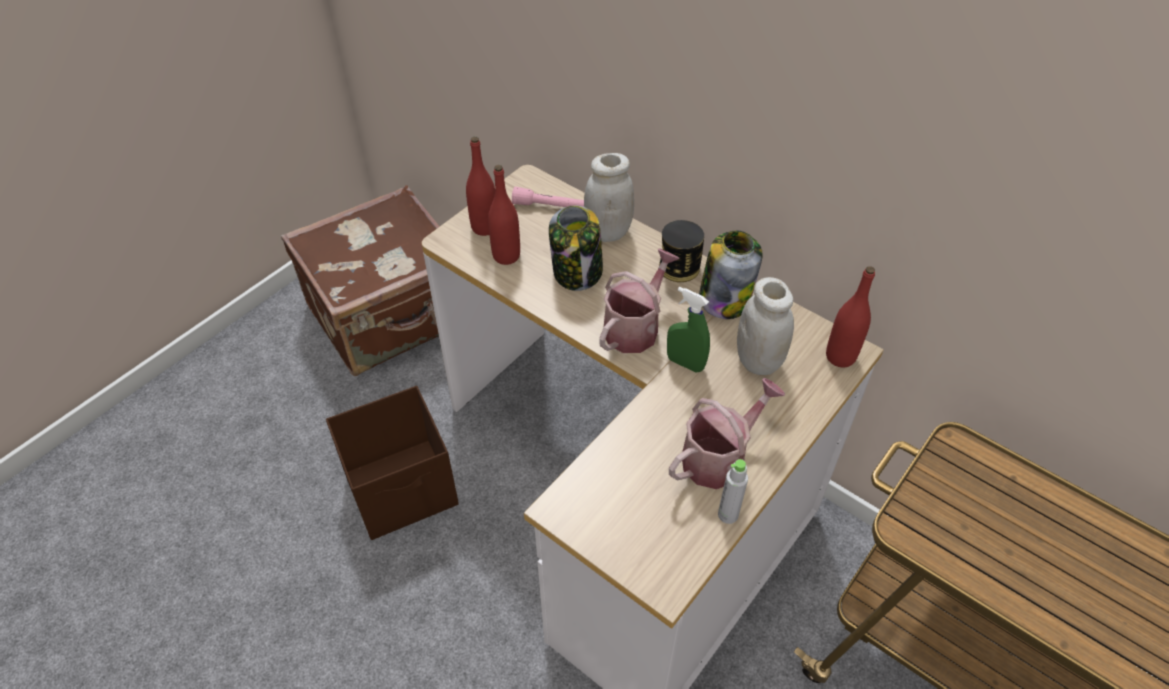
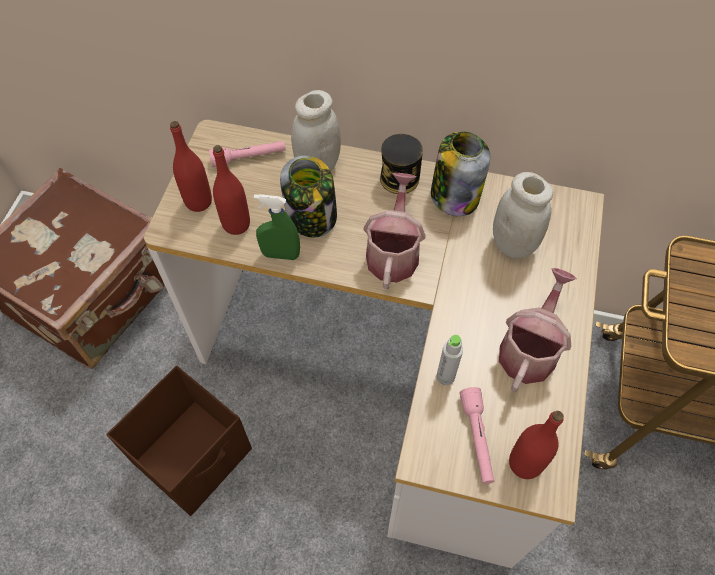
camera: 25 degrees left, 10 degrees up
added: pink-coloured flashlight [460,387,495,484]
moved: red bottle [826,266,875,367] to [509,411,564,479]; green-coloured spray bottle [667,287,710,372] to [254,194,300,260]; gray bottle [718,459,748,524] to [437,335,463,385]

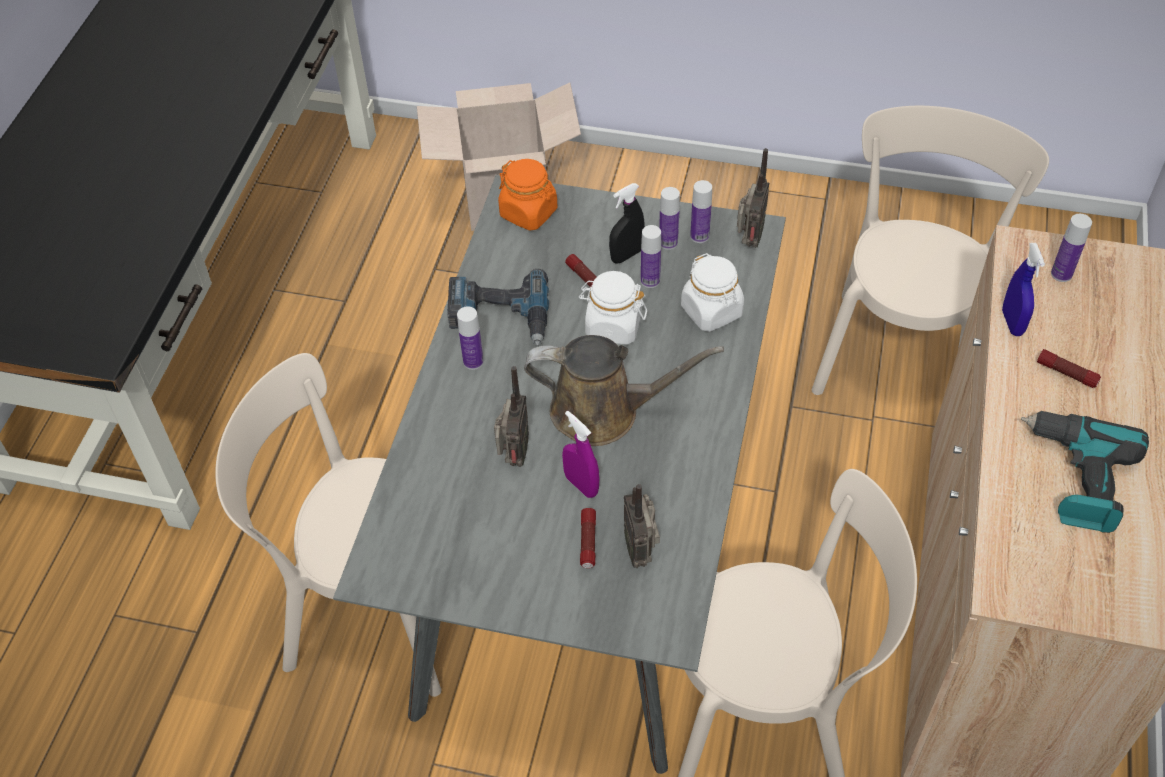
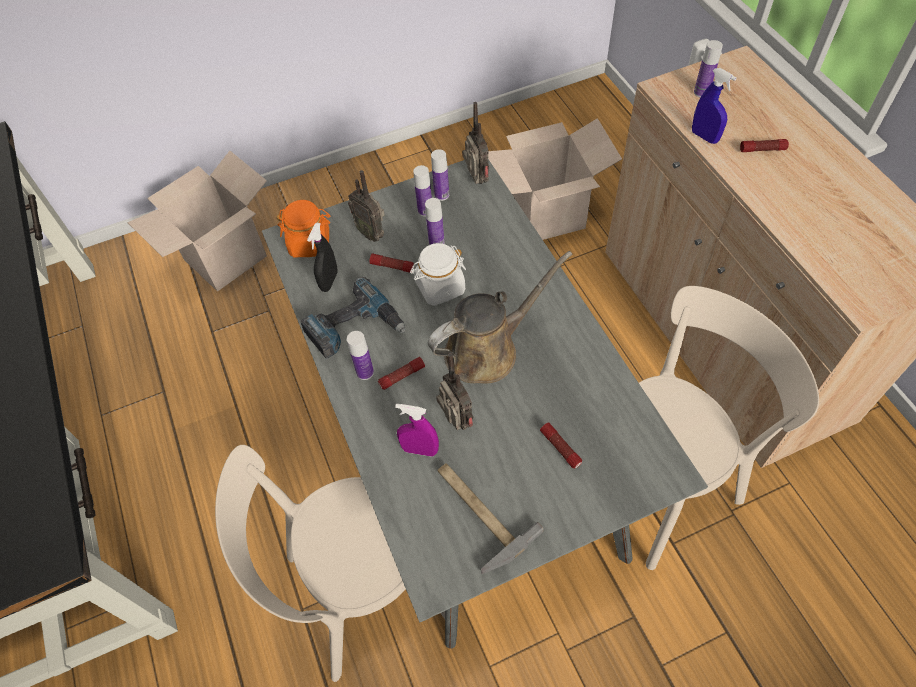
camera: 35 degrees left, 5 degrees up
removed: white storage jar [681,253,744,332]; drill [1021,411,1149,533]
added: flashlight [378,357,425,390]; hammer [437,463,544,574]
moved: black spray bottle [609,183,645,264] to [307,222,338,292]; purple spray bottle [562,411,599,498] to [395,404,439,457]; radio receiver [624,484,660,568] to [348,170,385,242]
replaced: beige-coloured upright chair [812,106,1049,395] to cardboard box [488,118,622,240]

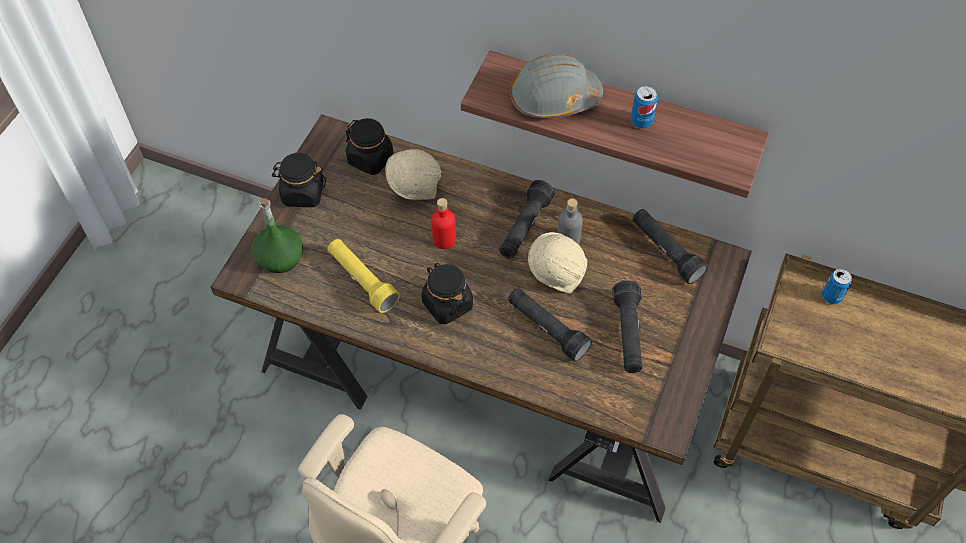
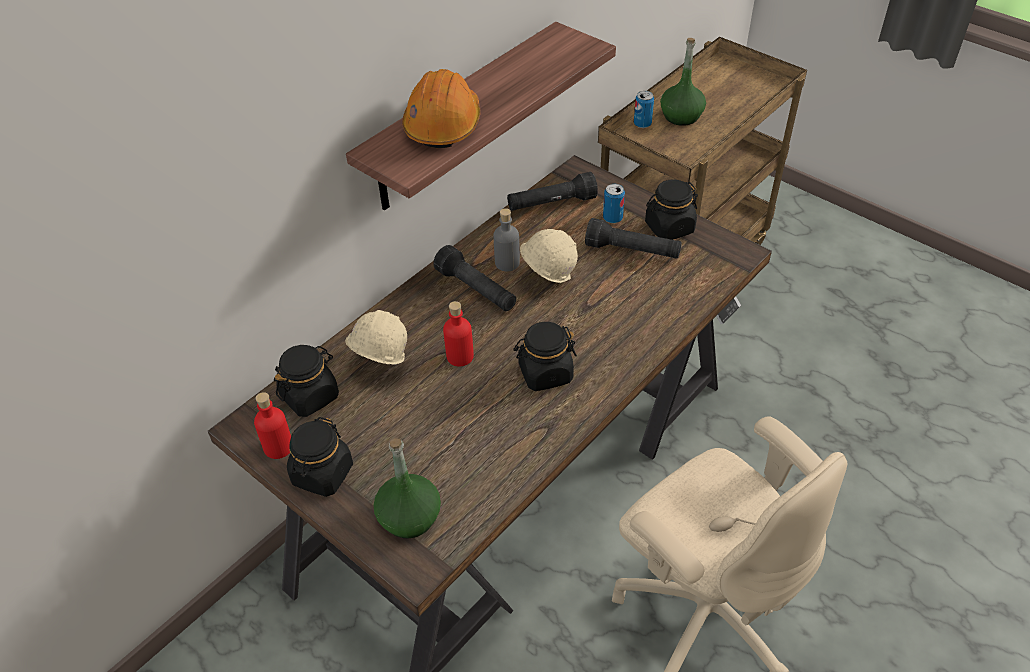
camera: 70 degrees left, 10 degrees down
removed: yellow flashlight [328,239,400,313]; black flashlight [508,288,592,362]
added: green-coloured bottle [660,38,706,126]; black storage jar [645,179,698,240]; red bottle [254,392,291,459]
moved: sealed can [631,86,658,129] to [603,184,625,223]
recoloured: gray hard hat [510,53,603,118] to orange hard hat [402,69,481,148]

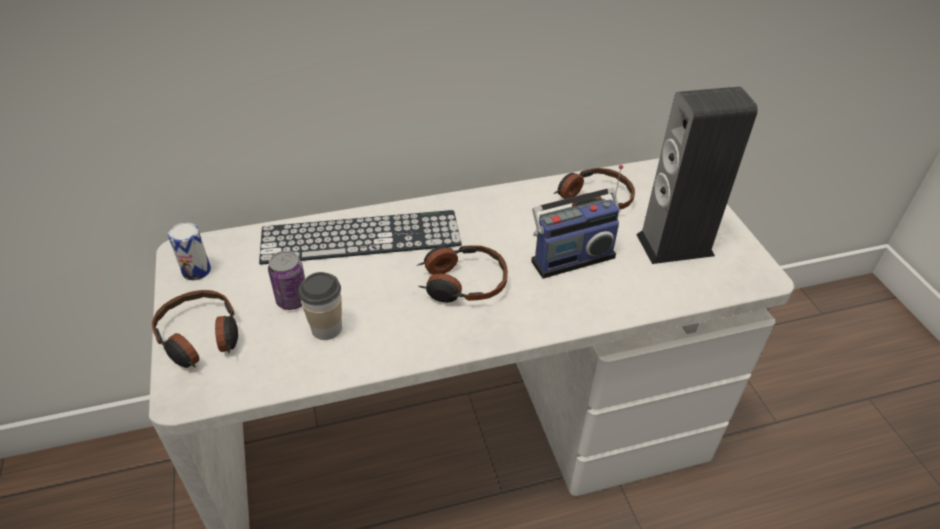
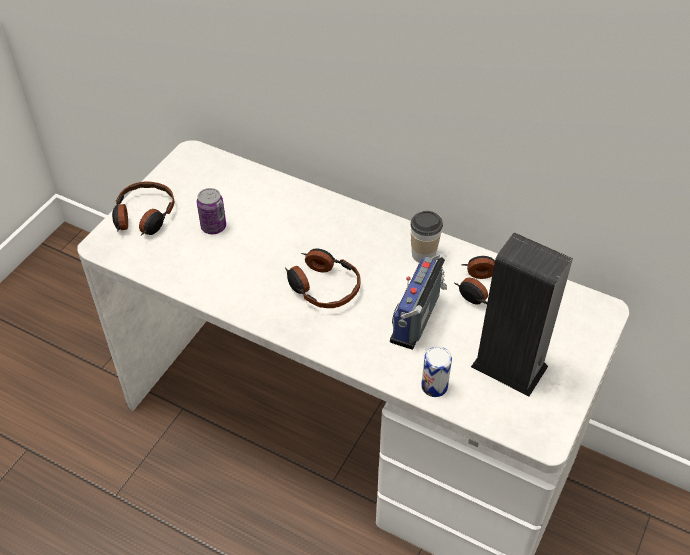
camera: 45 degrees right, 5 degrees up
removed: computer keyboard [259,210,462,265]
moved: sealed can [168,223,211,280] to [421,346,452,397]; small cup [298,272,342,340] to [410,211,443,263]
turned: radio receiver [531,165,623,278] = [390,253,447,350] 90 degrees clockwise

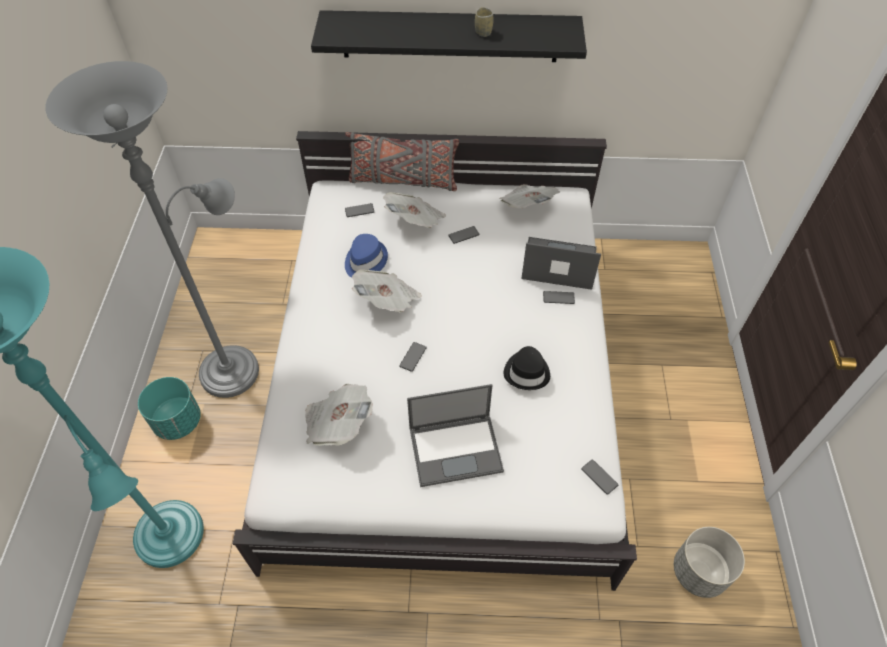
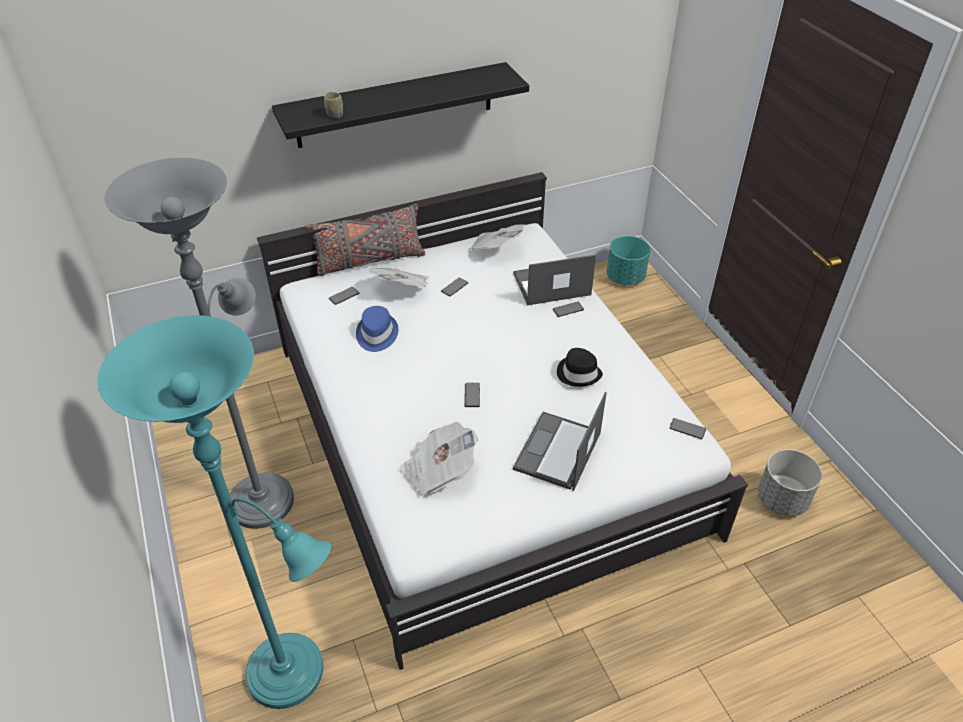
camera: 25 degrees left, 10 degrees down
removed: printed paper [352,269,422,312]
moved: small cup [475,7,493,37] to [324,92,343,119]; blue-green planter [138,377,201,440] to [607,236,650,285]
turned: notebook computer [407,384,504,487] = [513,392,607,491] 150 degrees clockwise

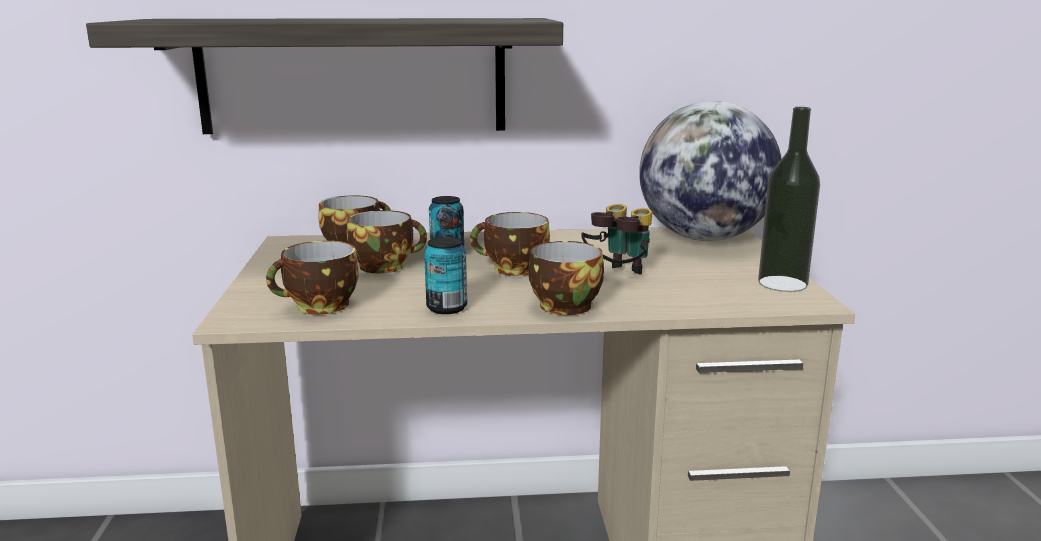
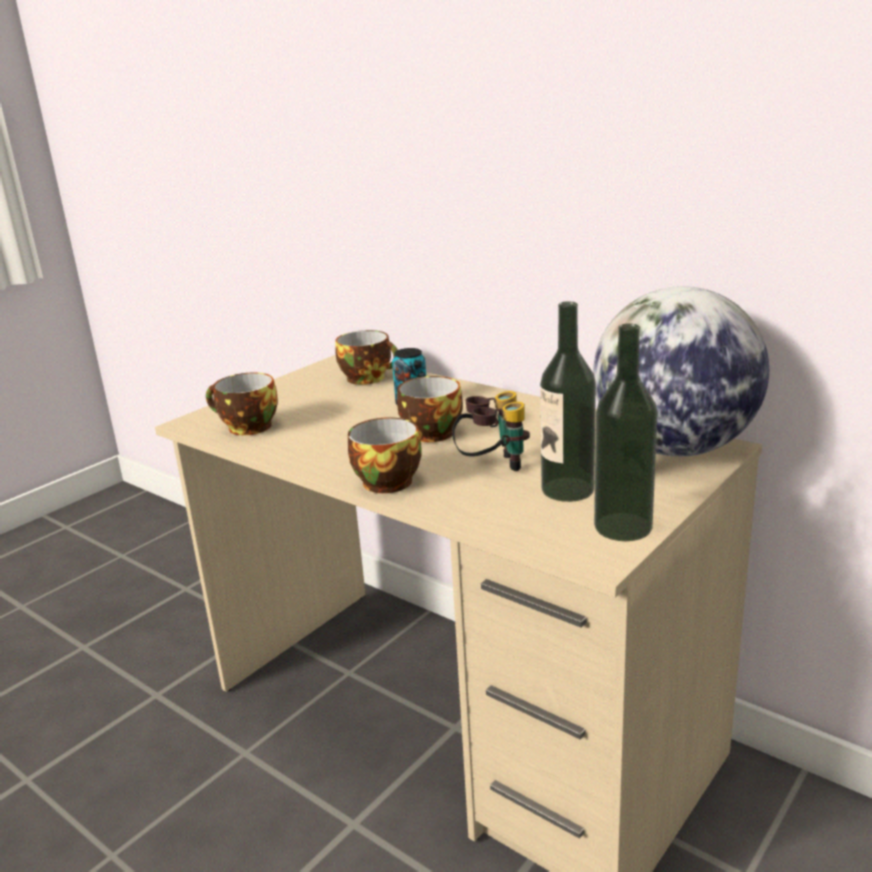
camera: 45 degrees right, 5 degrees up
removed: wall shelf [86,18,563,134]; small cup [347,210,427,273]; sealed can [424,237,467,314]
added: bottle [540,301,596,502]

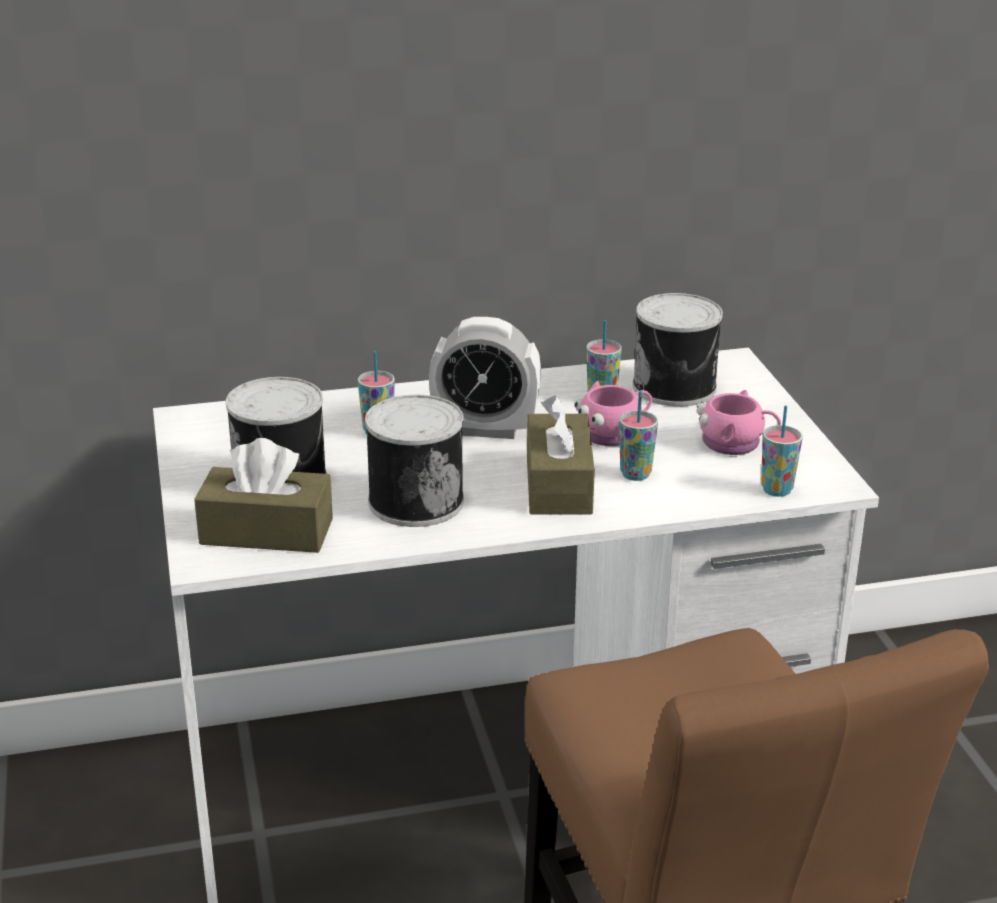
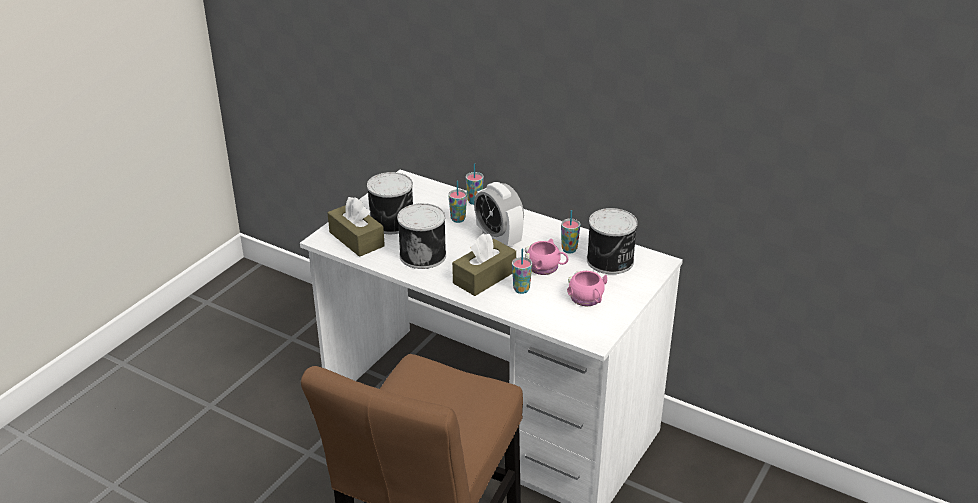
camera: 45 degrees right, 5 degrees up
moved: small cup [761,405,803,497] to [466,163,484,205]

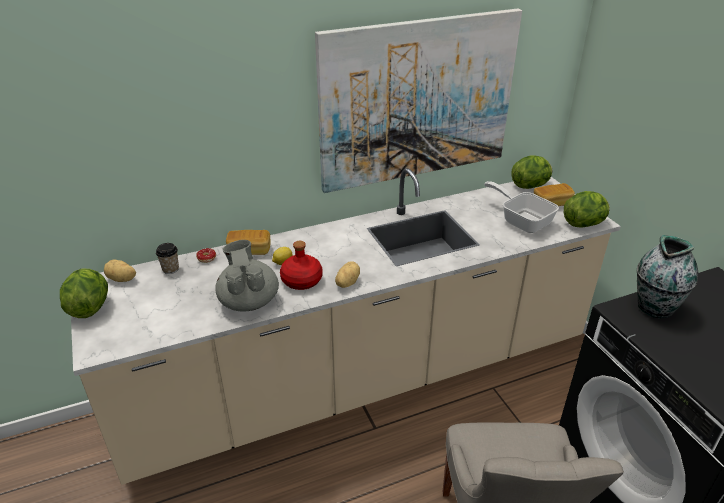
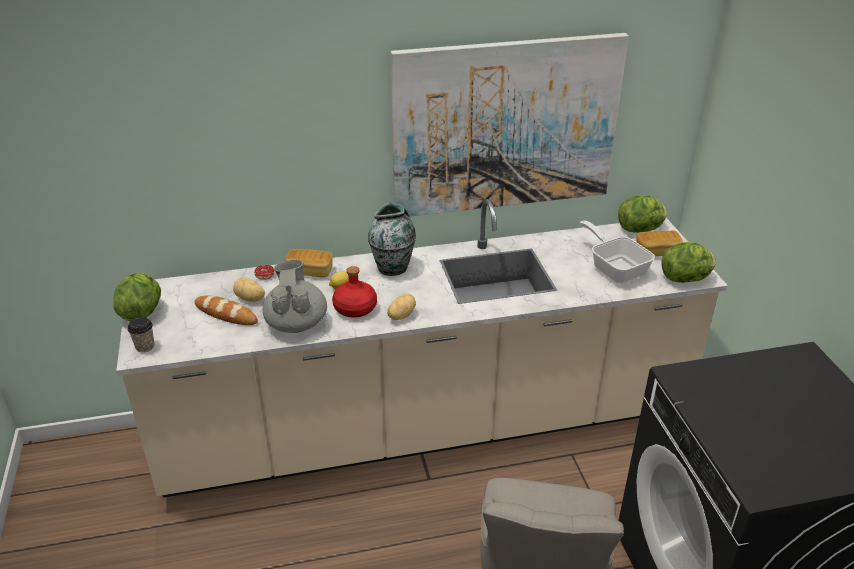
camera: 10 degrees right, 0 degrees up
added: bakery bread [195,295,258,325]
moved: vase [637,235,698,318] to [368,202,416,276]; small cup [156,243,179,274] to [128,317,154,352]; spud [104,260,136,282] to [233,277,265,301]

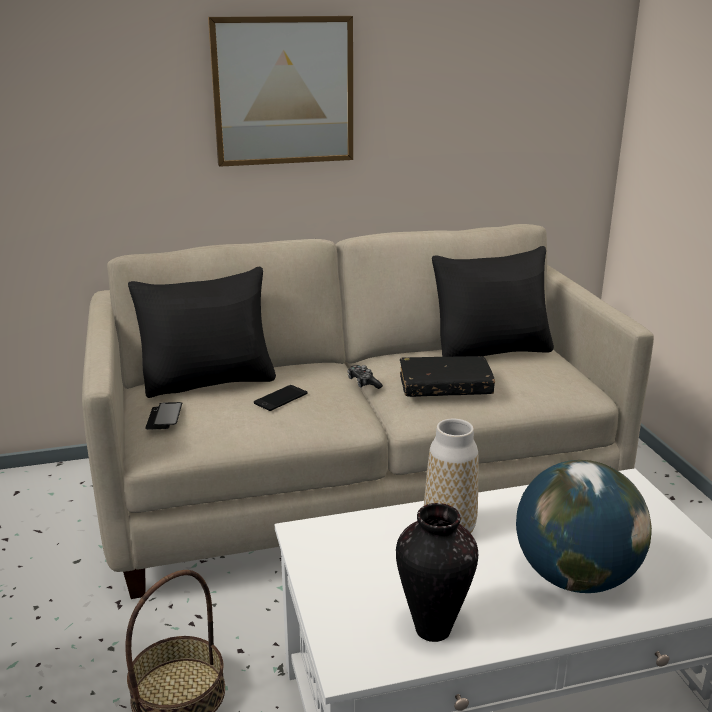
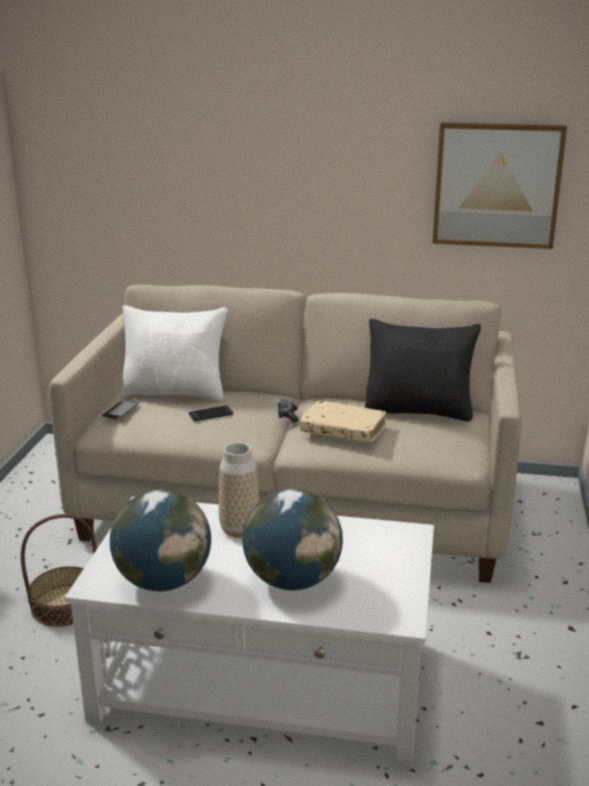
camera: 25 degrees right, 0 degrees up
moved: wall picture [208,16,353,167] to [432,122,567,249]
replaced: vase [396,503,478,642] to globe [110,490,211,591]
recoloured: black pillow [128,267,276,398] to white pillow [122,305,228,401]; black bound book [400,356,495,397] to beige-coloured bound book [300,400,386,443]

